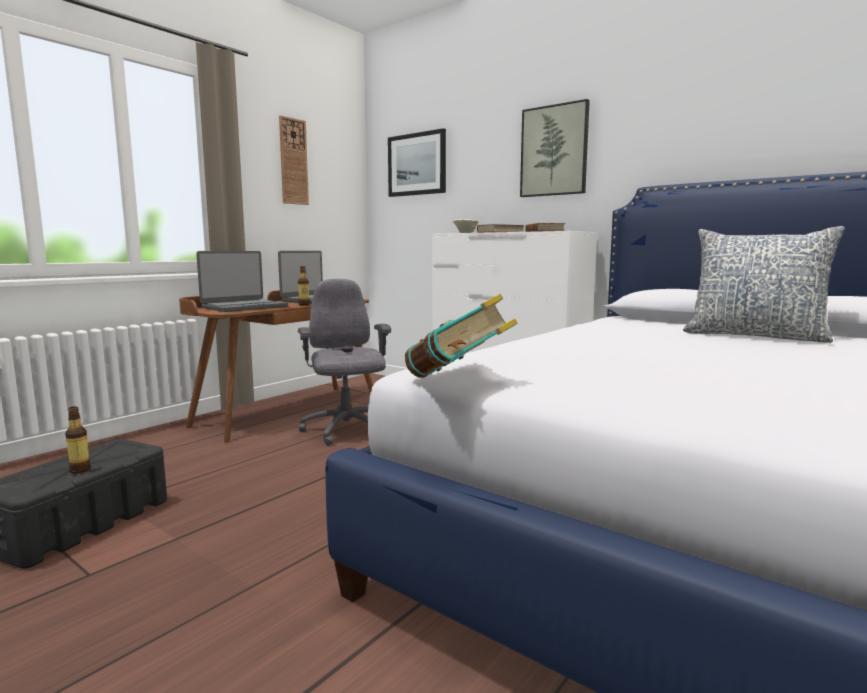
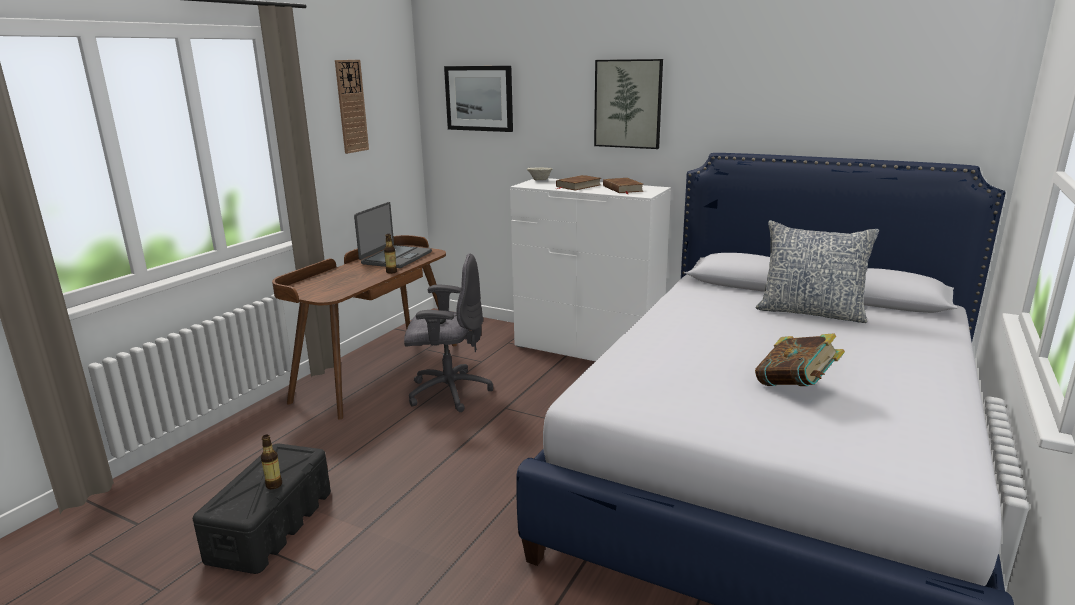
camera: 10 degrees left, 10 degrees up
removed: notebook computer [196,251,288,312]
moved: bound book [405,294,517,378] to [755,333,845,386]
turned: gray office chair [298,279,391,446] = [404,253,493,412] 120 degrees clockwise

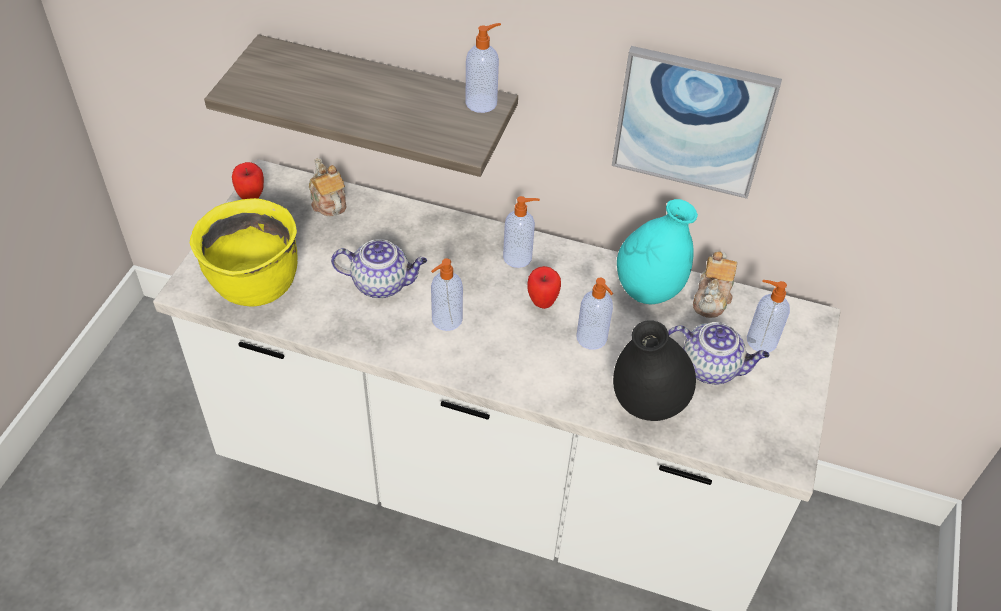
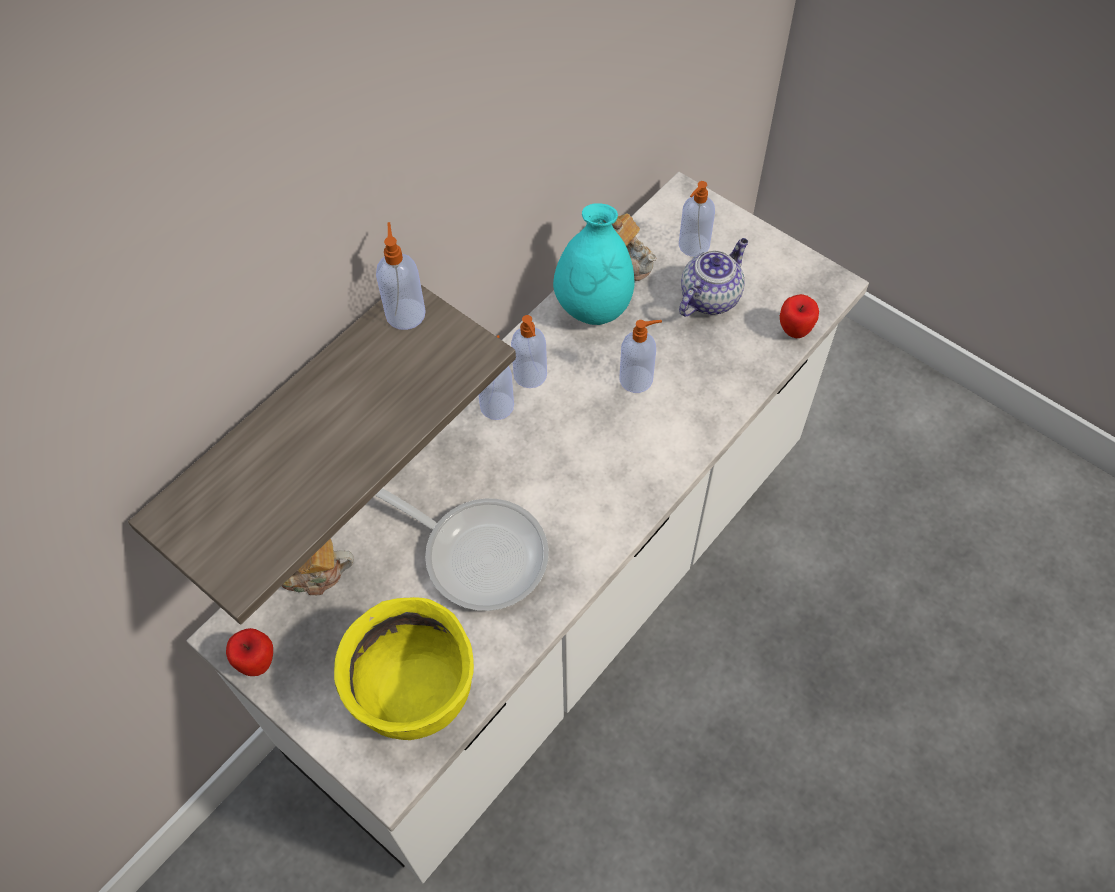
camera: 65 degrees left, 10 degrees up
removed: wall picture [612,46,782,199]; black vase [613,320,696,421]
moved: soap dispenser [431,258,463,331] to [511,315,547,388]; whole apple [527,266,561,309] to [780,294,819,338]
replaced: tea pot [331,239,427,298] to pan [375,488,549,611]

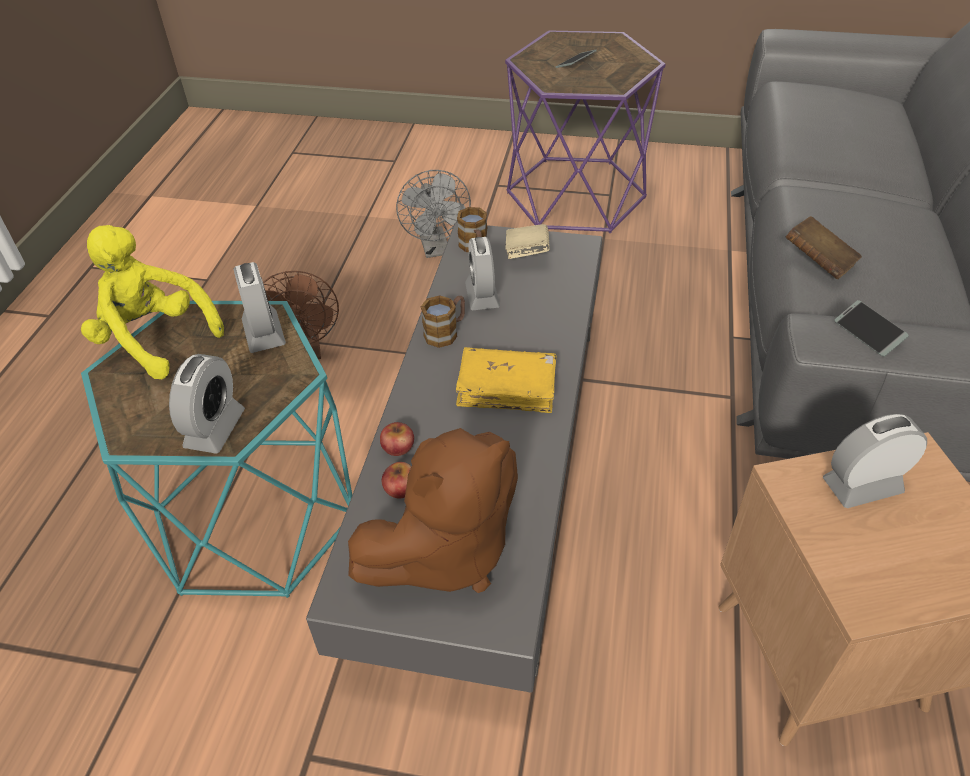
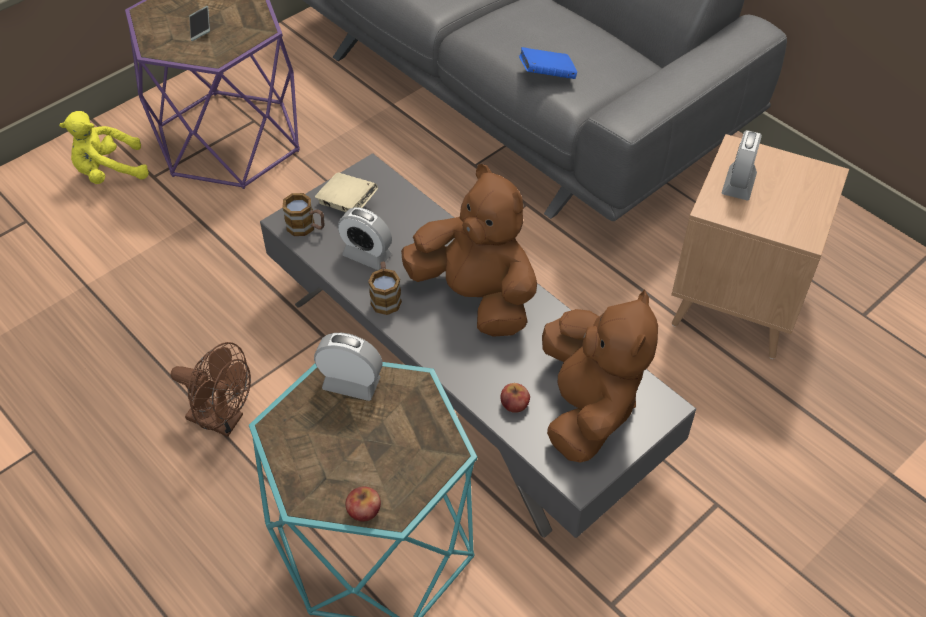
camera: 55 degrees left, 5 degrees up
removed: gray electric fan [396,170,471,258]; telephone [834,300,909,357]; table clock [169,354,245,454]
moved: yellow plush toy [81,225,224,379] to [59,111,149,184]; whole apple [380,422,414,456] to [345,487,381,522]
replaced: yellow bound book [456,347,556,413] to brown-coloured plush toy [401,164,537,337]
recoloured: brown-coloured bound book [785,216,862,279] to blue bound book [519,47,577,79]

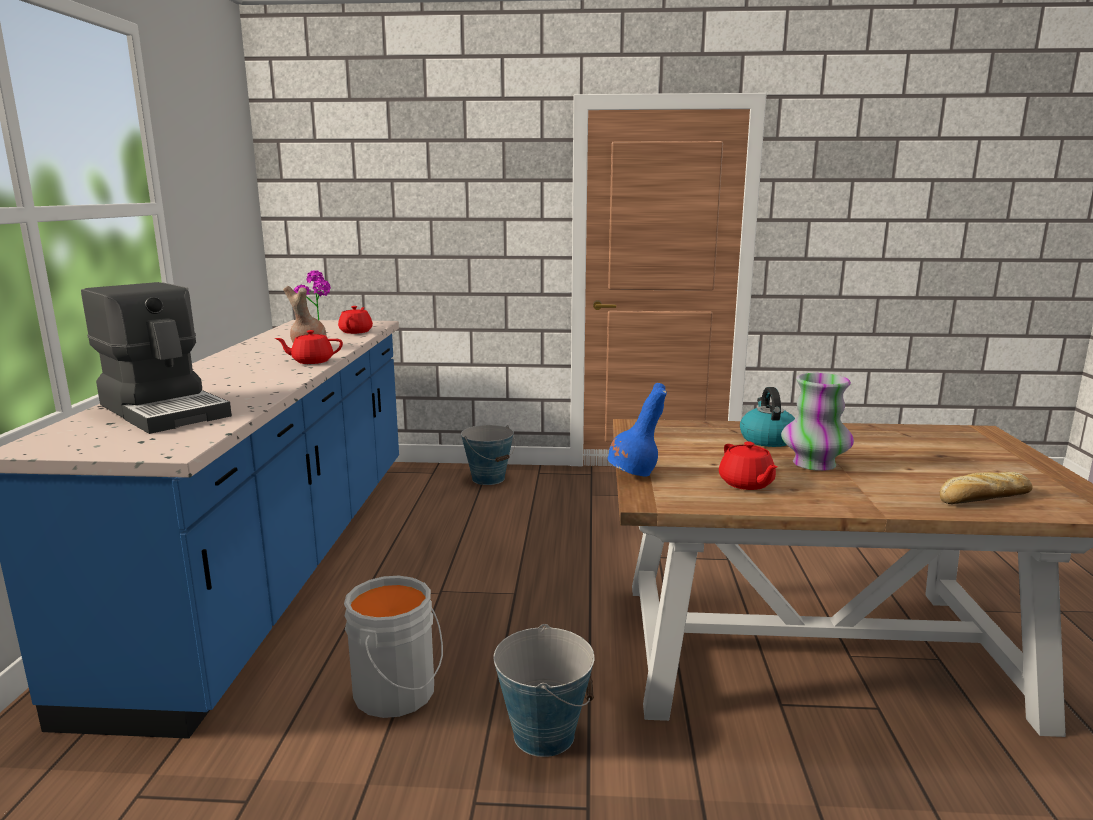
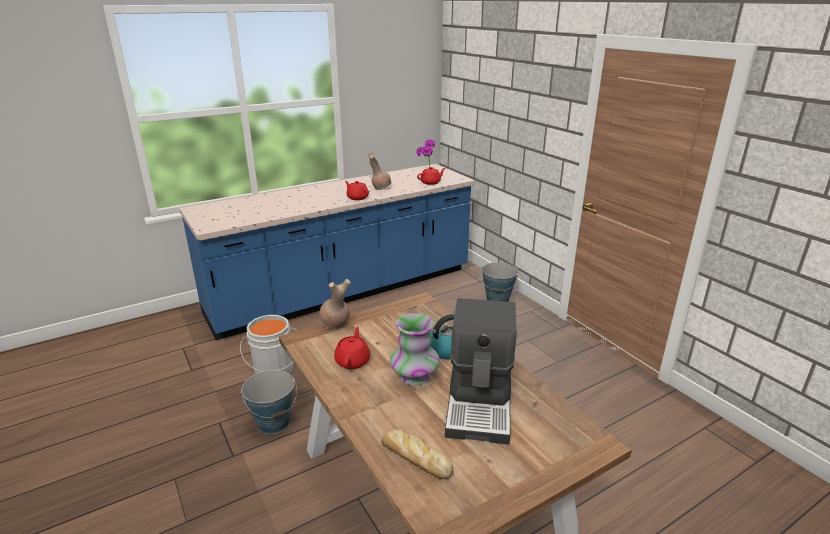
camera: 55 degrees right, 10 degrees up
moved: coffee brewer [81,282,232,434] to [445,298,517,445]
recoloured: blue vase [607,383,667,477] to brown-coloured vase [319,279,351,329]
turned: red tea pot [719,441,778,490] = [334,327,370,369] 150 degrees clockwise

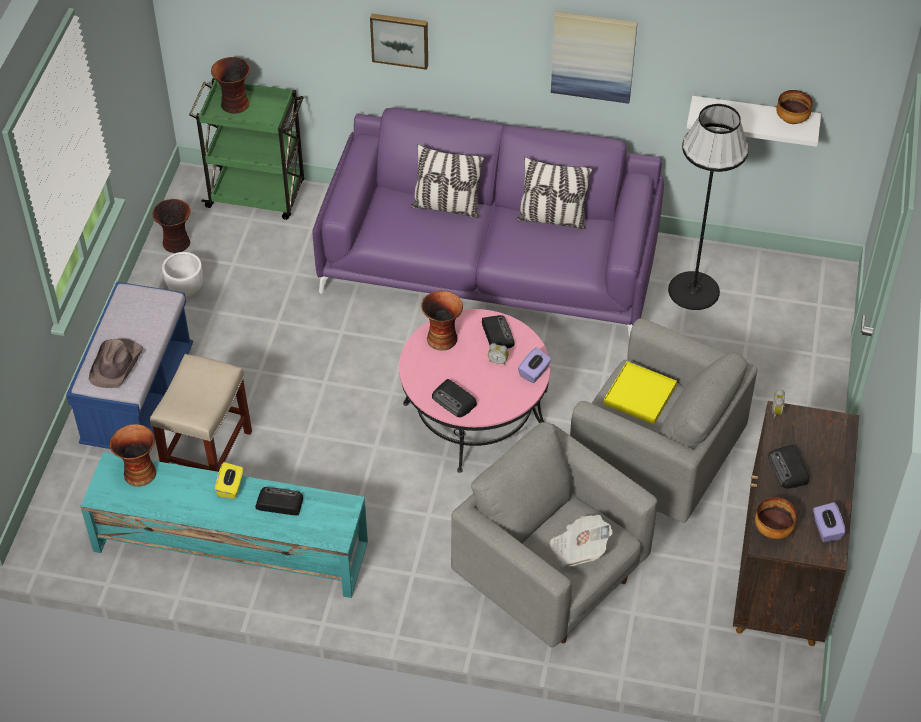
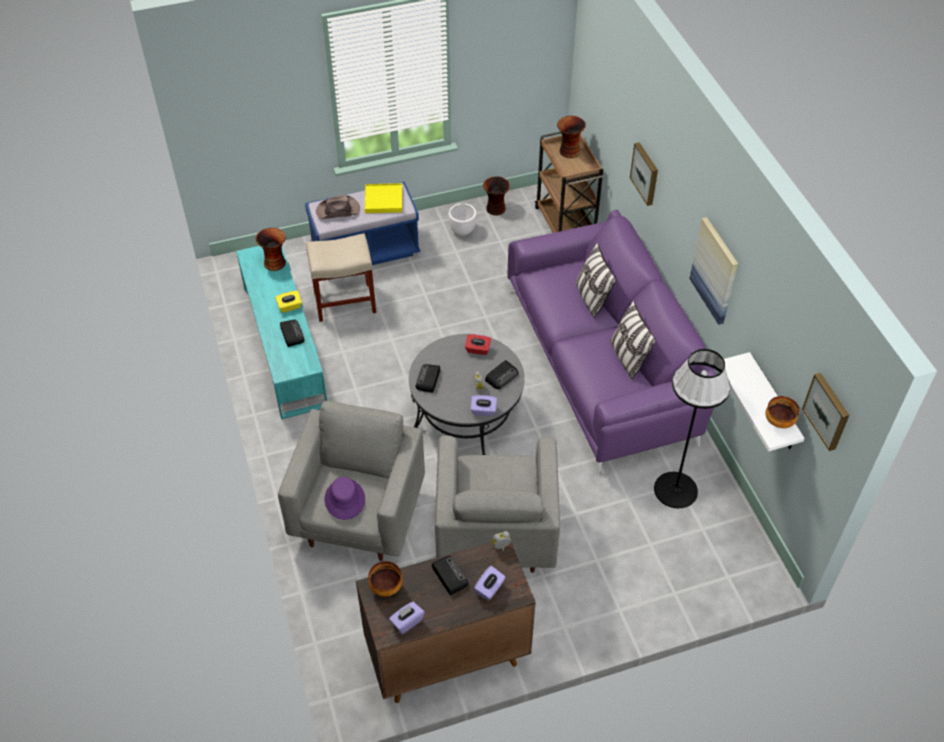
camera: 60 degrees right, 0 degrees up
added: wall picture [802,373,849,451]; purple tissue holder [474,566,506,601]
moved: yellow tray [604,361,677,424] to [365,183,402,213]
replaced: vase [421,291,463,351] to red tissue holder [465,334,491,355]; printed paper [549,515,612,567] to purple wearable hat [325,477,365,520]
recoloured: green-coloured trolley [189,78,304,220] to brown-coloured trolley [535,132,603,233]; pink-coloured lounge table [399,309,550,473] to gray lounge table [409,334,525,455]
turned: radio receiver [768,445,809,488] = [432,556,468,595] 105 degrees clockwise

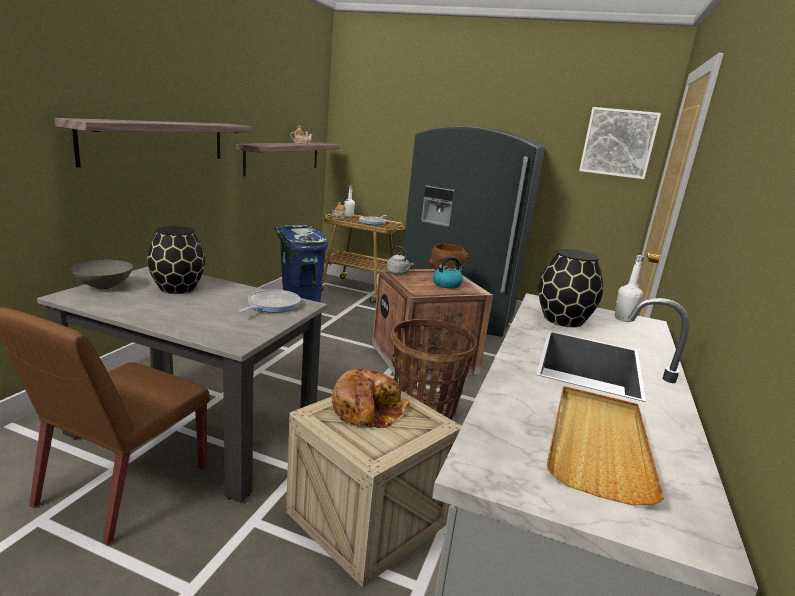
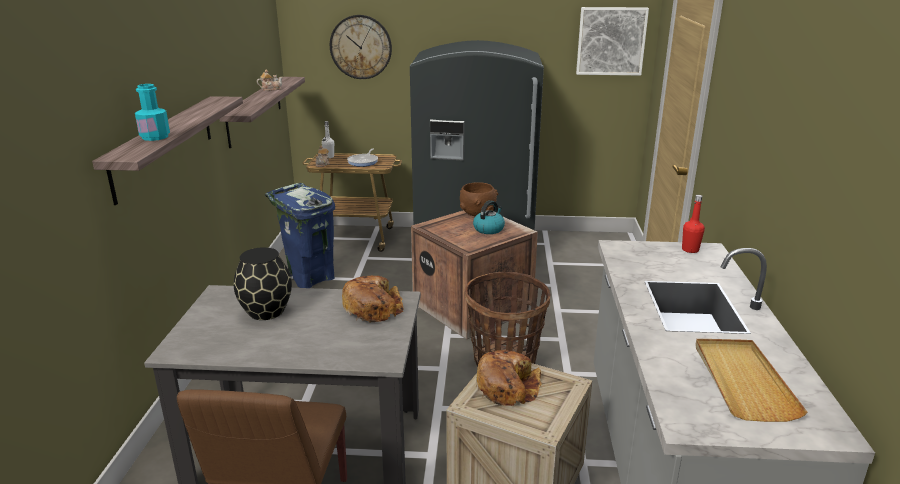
camera: 15 degrees left, 5 degrees up
removed: gray water kettle [387,246,414,275]; black vase [538,249,603,327]; gray bowl [71,260,133,289]
added: wall clock [330,15,392,79]; blue-green bottle [135,84,170,141]
replaced: pan [239,289,301,313] to bakery bread [342,276,404,322]
recoloured: white bottle [614,255,644,322] to red bottle [682,195,705,253]

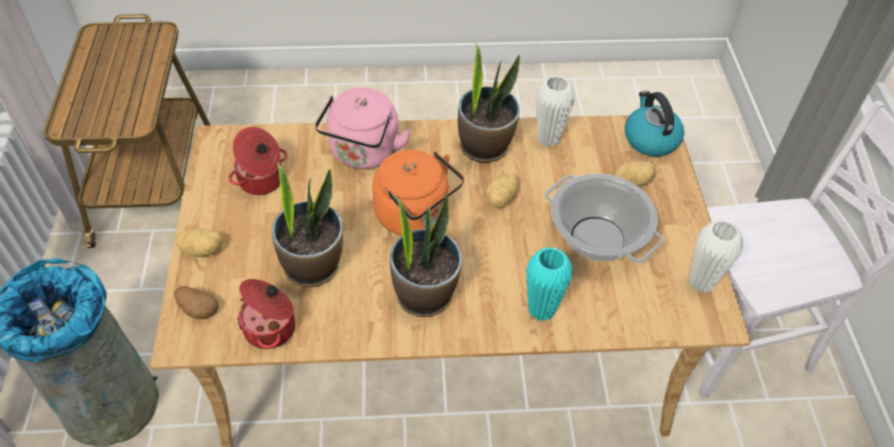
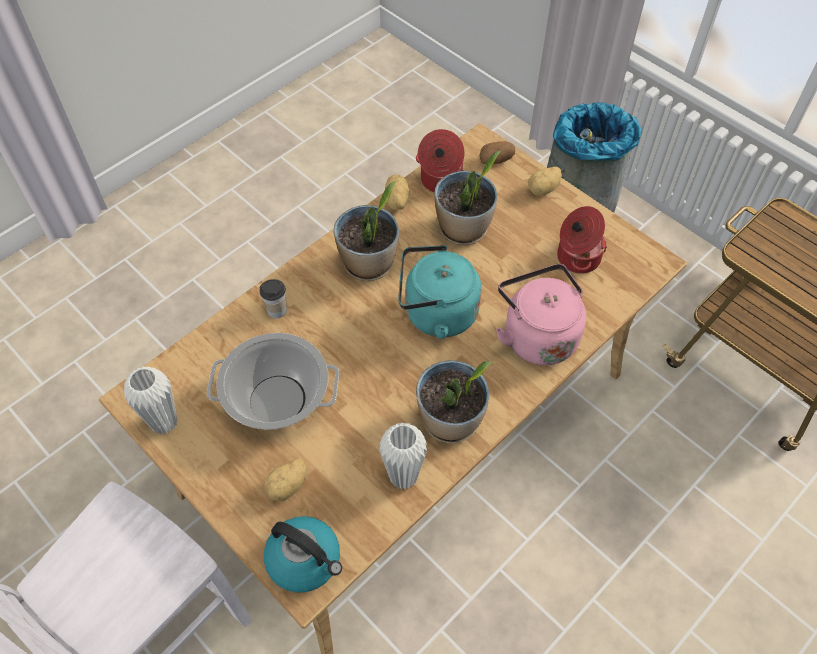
camera: 140 degrees right, 5 degrees up
moved: spud [485,173,518,208] to [385,175,410,210]
replaced: blue-green vase [526,247,573,321] to small cup [259,279,287,319]
recoloured: orange water kettle [372,150,464,236] to blue-green water kettle [398,245,482,339]

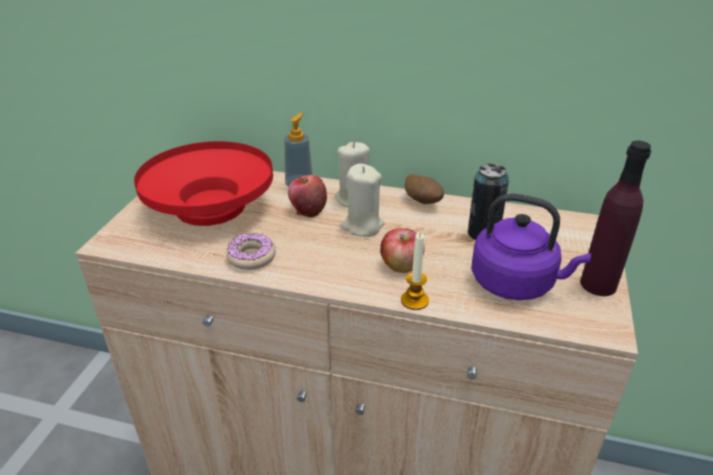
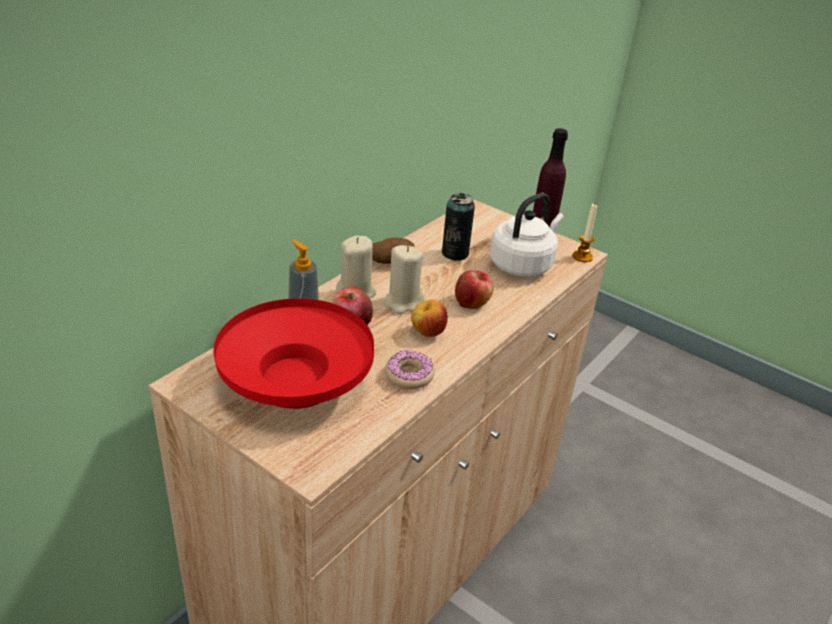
camera: 70 degrees left, 0 degrees up
added: whole apple [411,300,448,337]
moved: wax light [401,233,429,310] to [573,204,597,262]
recoloured: purple water kettle [471,193,591,300] to white water kettle [490,193,564,277]

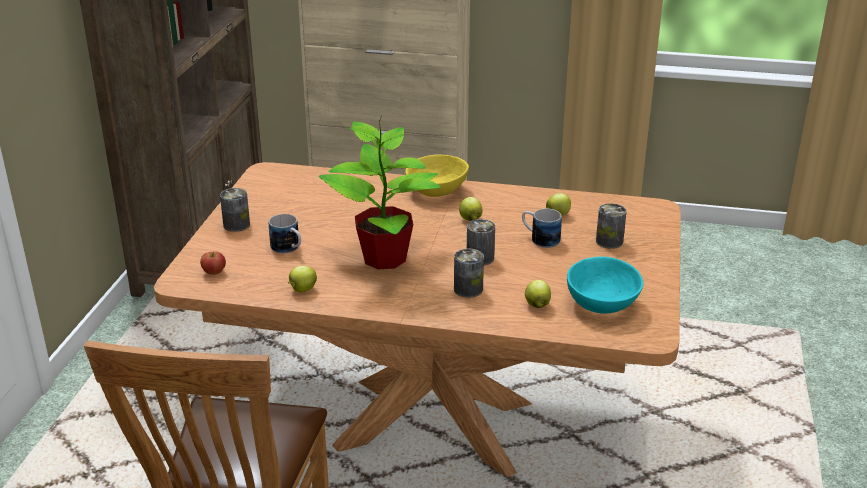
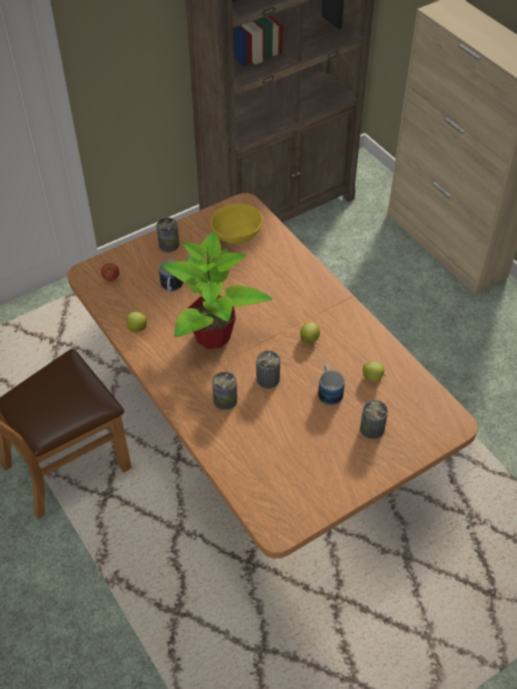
camera: 45 degrees right, 20 degrees up
removed: blue-green bowl [567,256,644,314]; whole apple [525,280,551,308]
moved: yellow bowl [405,154,469,197] to [210,203,263,244]

